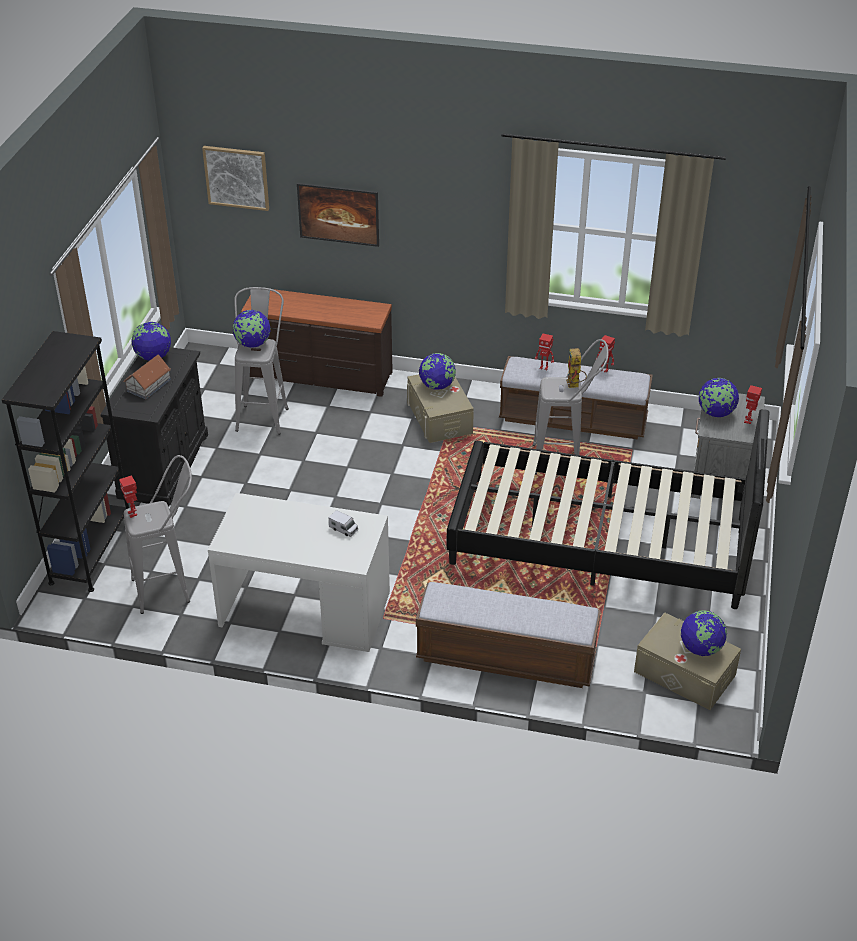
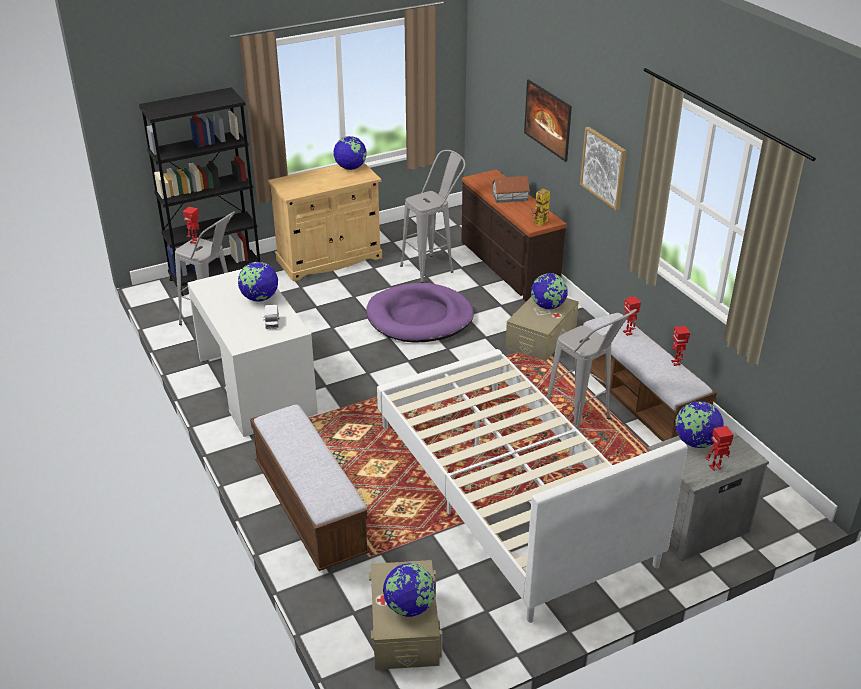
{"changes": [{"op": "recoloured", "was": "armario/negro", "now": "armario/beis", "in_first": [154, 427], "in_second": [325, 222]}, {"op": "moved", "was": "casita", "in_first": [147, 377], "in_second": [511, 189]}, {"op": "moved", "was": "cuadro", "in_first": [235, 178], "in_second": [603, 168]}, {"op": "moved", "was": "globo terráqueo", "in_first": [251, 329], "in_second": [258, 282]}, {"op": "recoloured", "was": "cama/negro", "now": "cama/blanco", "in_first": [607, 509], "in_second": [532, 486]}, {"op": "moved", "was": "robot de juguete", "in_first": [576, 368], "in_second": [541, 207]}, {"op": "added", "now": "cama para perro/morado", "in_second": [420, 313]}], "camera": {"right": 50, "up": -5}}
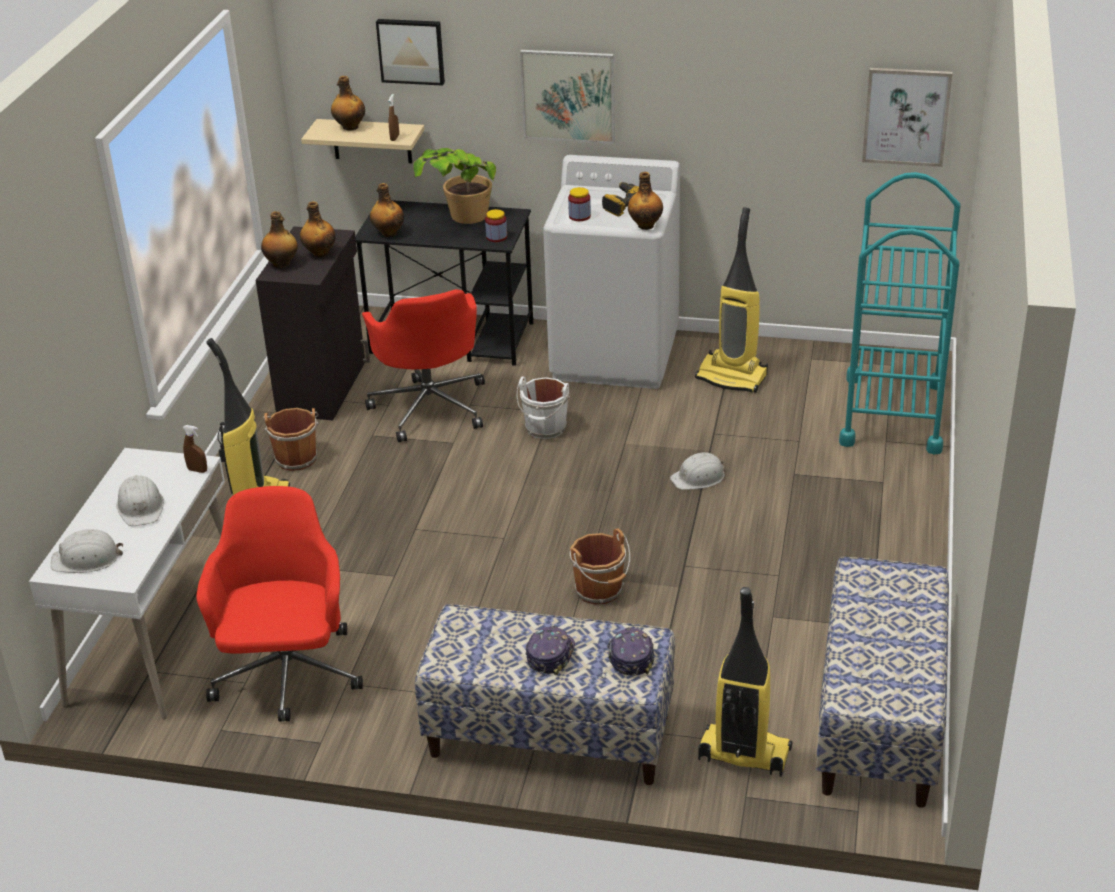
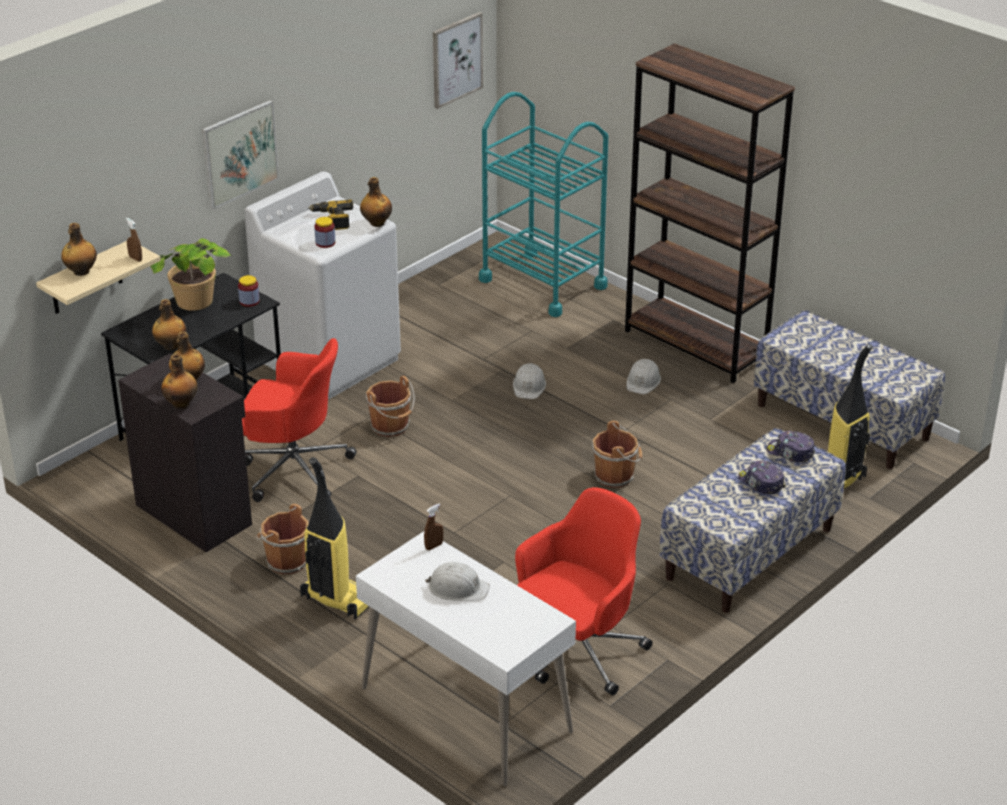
{"changes": [{"op": "moved", "was": "casco/blanco", "in_first": [87, 551], "in_second": [644, 376]}, {"op": "turned", "was": "silla de oficina/rojo", "in_first": [279, 604], "in_second": [584, 591], "clockwise": 105}, {"op": "removed", "was": "cuadro", "in_first": [410, 52]}, {"op": "recoloured", "was": "cubo/blanco", "now": "cubo/marrón", "in_first": [543, 408], "in_second": [390, 406]}, {"op": "removed", "was": "aspiradora", "in_first": [731, 300]}, {"op": "added", "now": "estantería/marrón", "in_second": [710, 213]}], "camera": {"right": -60, "up": 0}}
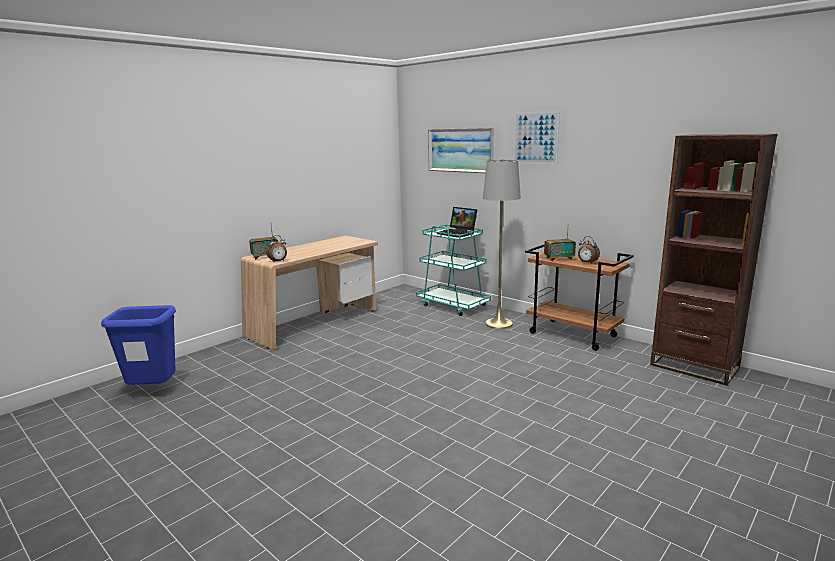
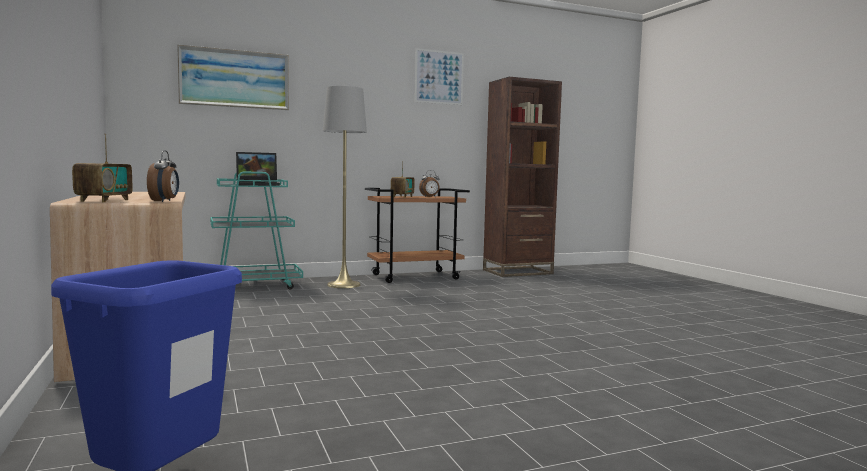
{"changes": [{"op": "moved", "was": "cuadro", "in_first": [536, 137], "in_second": [439, 76]}], "camera": {"right": -65, "up": -10}}
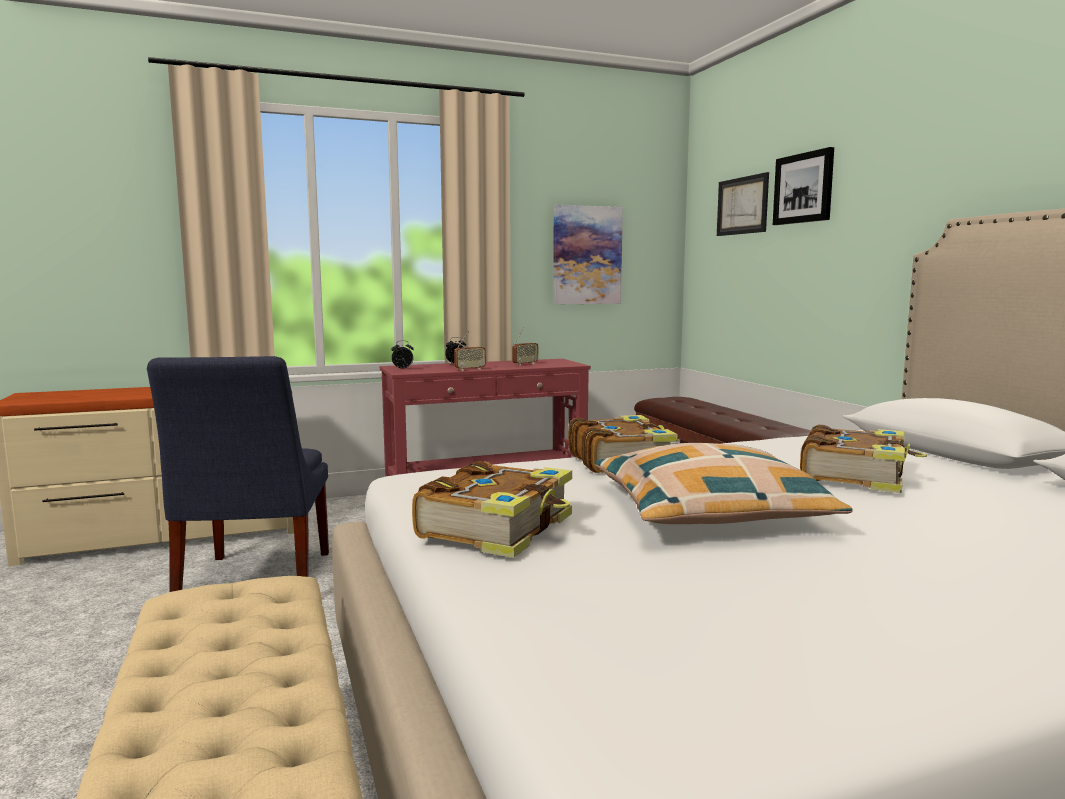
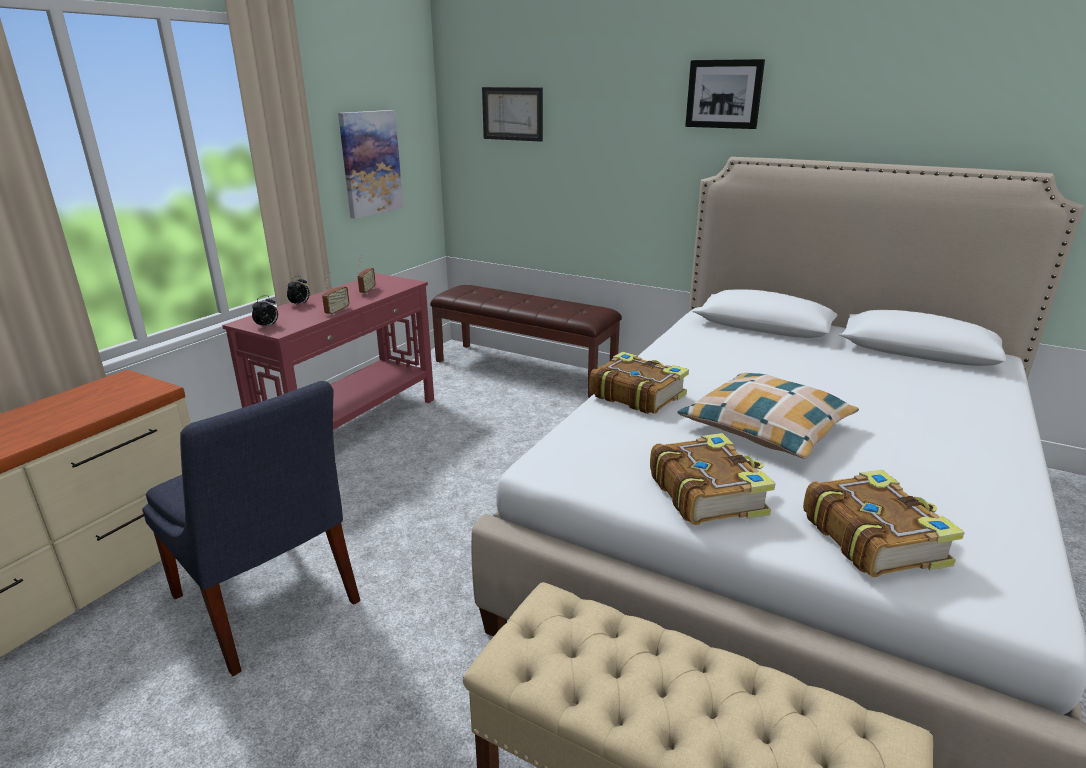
{"changes": [{"op": "moved", "was": "cuadro", "in_first": [803, 186], "in_second": [725, 94]}, {"op": "moved", "was": "libro", "in_first": [863, 459], "in_second": [884, 524]}], "camera": {"right": -40, "up": 15}}
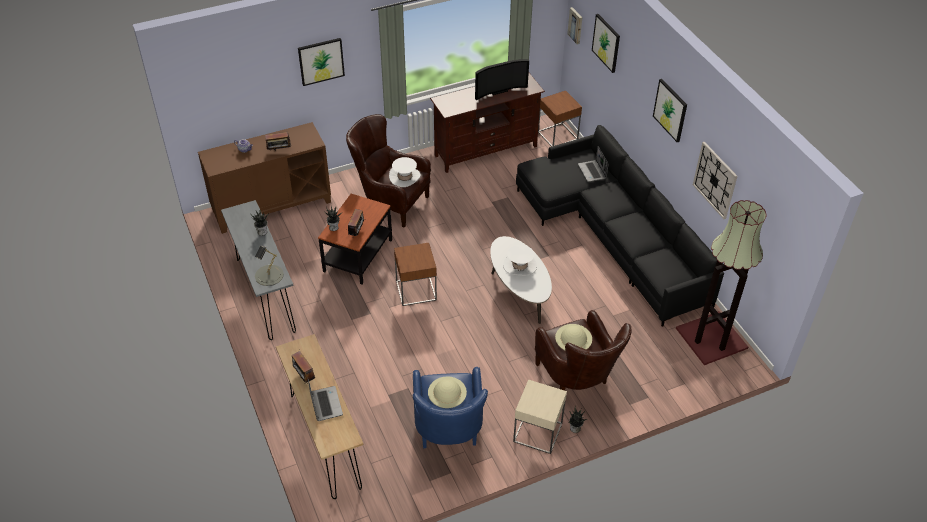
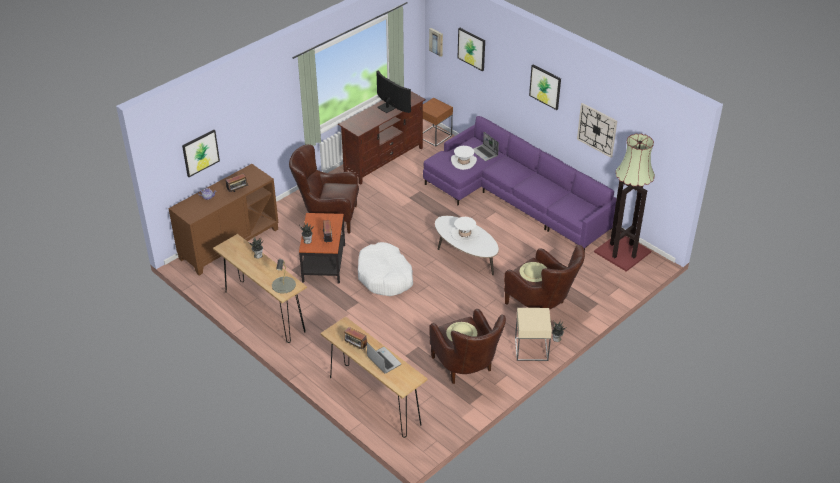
{"changes": [{"op": "recoloured", "was": "mesa consola/gris", "now": "mesa consola/marrón", "in_first": [258, 270], "in_second": [260, 288]}, {"op": "moved", "was": "cuadro", "in_first": [321, 62], "in_second": [201, 153]}, {"op": "moved", "was": "sombrero/blanco", "in_first": [405, 172], "in_second": [464, 158]}, {"op": "replaced", "was": "mesa auxiliar/marrón", "now": "cama para perro/blanco", "in_first": [415, 274], "in_second": [385, 269]}, {"op": "recoloured", "was": "sillón/azul", "now": "sillón/marrón", "in_first": [450, 407], "in_second": [467, 346]}, {"op": "turned", "was": "televisor", "in_first": [502, 80], "in_second": [393, 91], "clockwise": -90}, {"op": "recoloured", "was": "sofá/negro", "now": "sofá/morado", "in_first": [620, 226], "in_second": [520, 184]}], "camera": {"right": -20, "up": -5}}
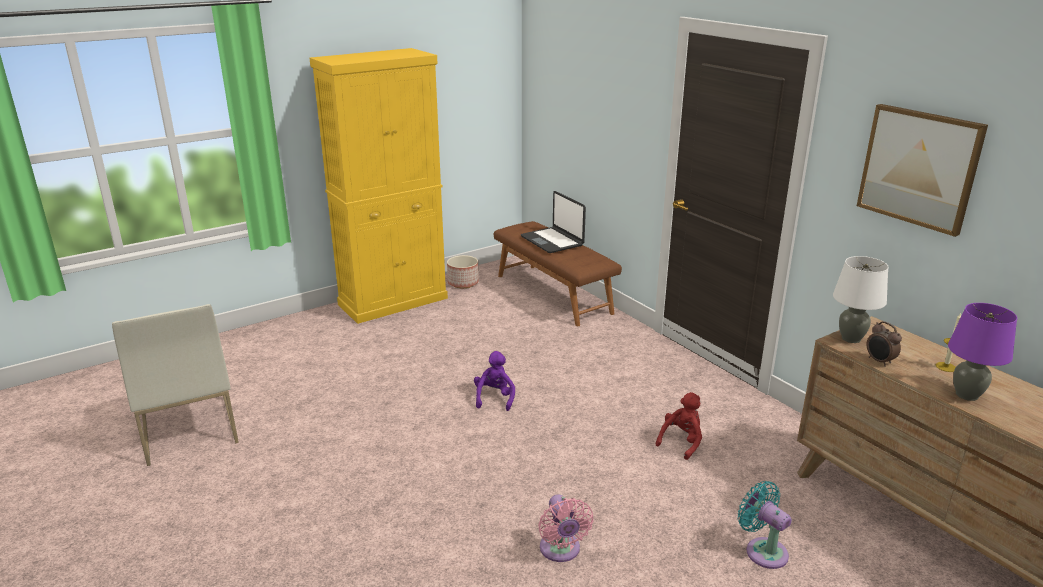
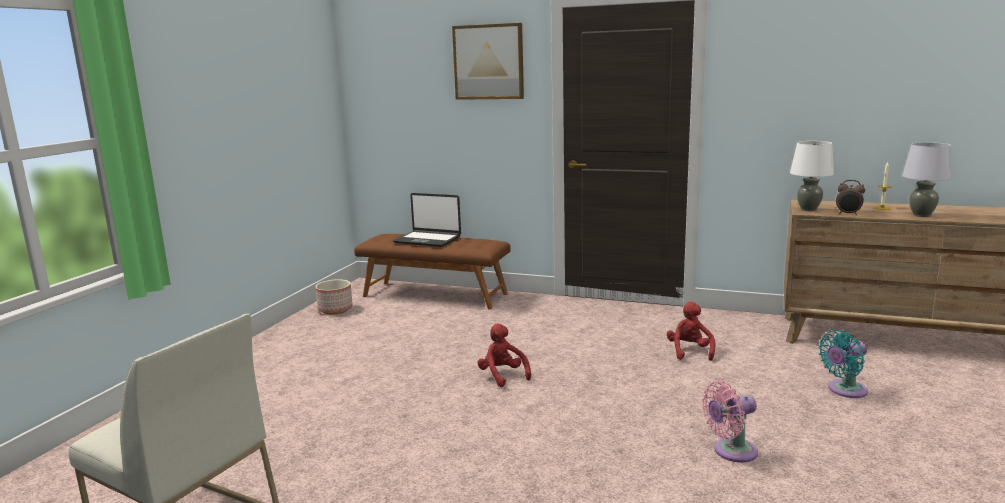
{"changes": [{"op": "removed", "was": "armario/amarillo", "in_first": [379, 186]}, {"op": "recoloured", "was": "peluche/morado", "now": "peluche/rojo", "in_first": [494, 381], "in_second": [504, 355]}, {"op": "turned", "was": "ventilador/rosa", "in_first": [566, 528], "in_second": [730, 421], "clockwise": 120}, {"op": "turned", "was": "ventilador/turquesa", "in_first": [765, 525], "in_second": [843, 364], "clockwise": -45}, {"op": "moved", "was": "cuadro", "in_first": [922, 170], "in_second": [488, 61]}, {"op": "recoloured", "was": "lámpara de mesa/morado", "now": "lámpara de mesa/gris", "in_first": [982, 352], "in_second": [927, 179]}], "camera": {"right": -35, "up": -10}}
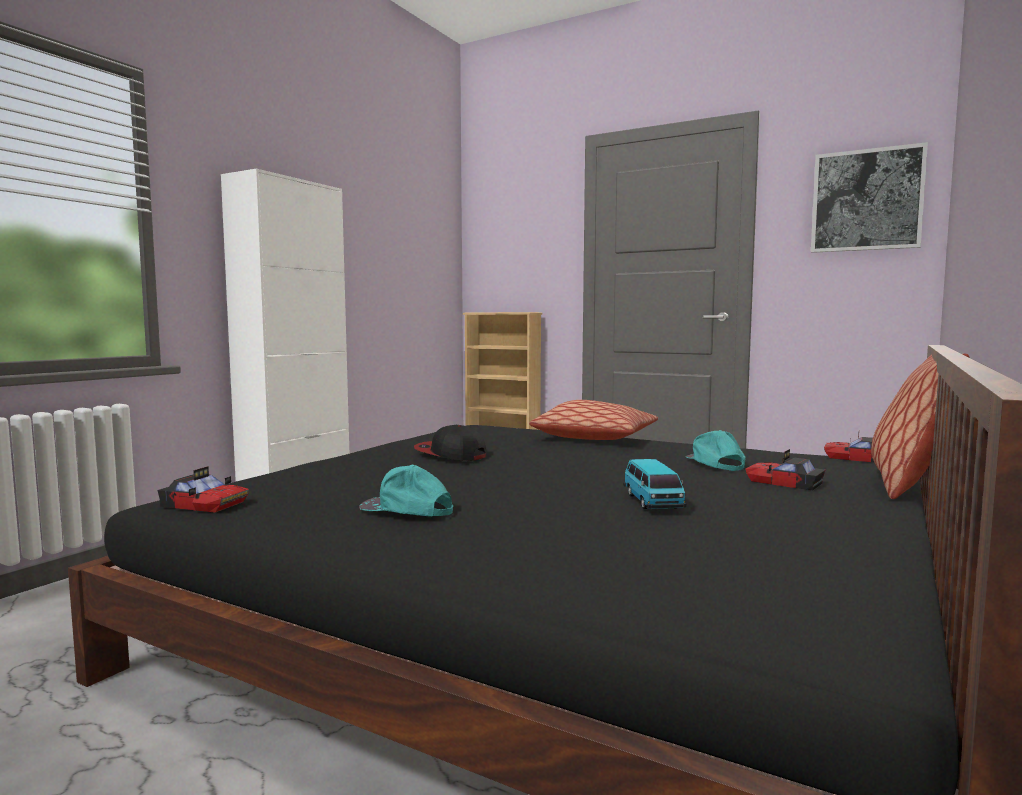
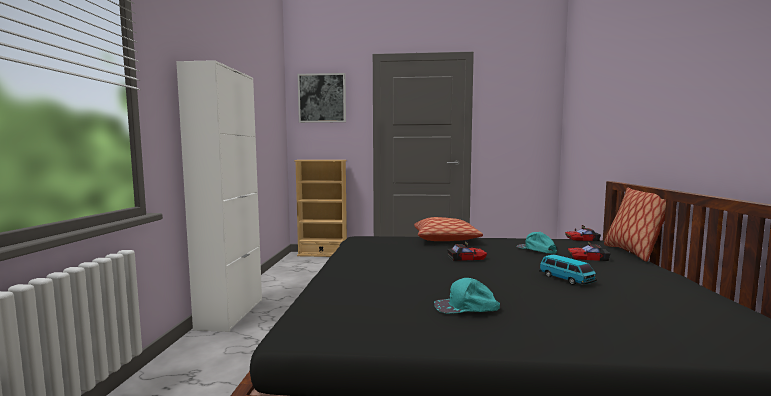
{"changes": [{"op": "moved", "was": "coche de juguete", "in_first": [203, 489], "in_second": [467, 250]}, {"op": "removed", "was": "gorra", "in_first": [450, 443]}, {"op": "moved", "was": "cuadro", "in_first": [869, 197], "in_second": [322, 98]}], "camera": {"right": -25, "up": 0}}
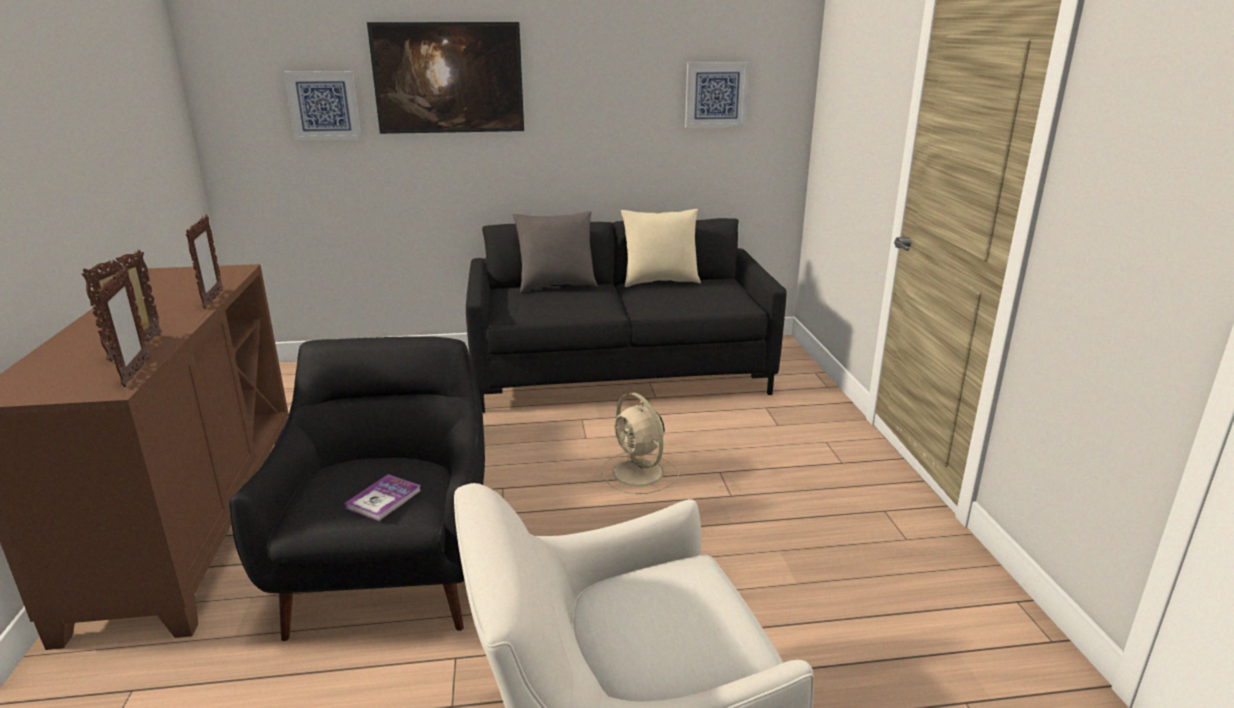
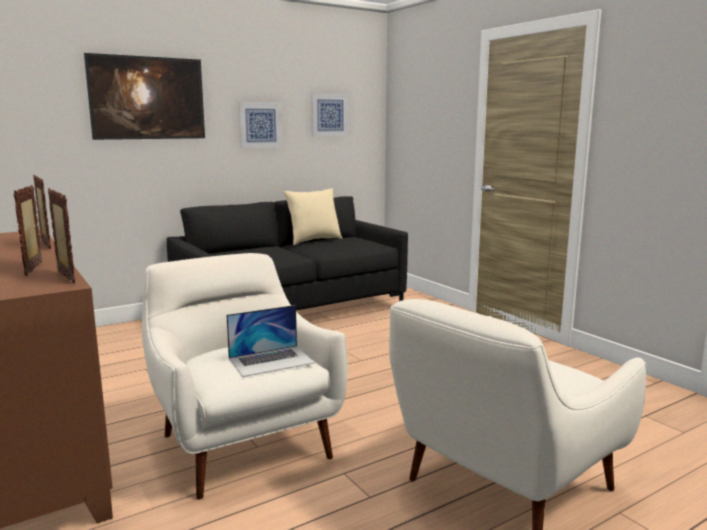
{"changes": [{"op": "recoloured", "was": "sillón/negro", "now": "sillón/blanco", "in_first": [357, 488], "in_second": [244, 376]}, {"op": "moved", "was": "cuadro", "in_first": [323, 105], "in_second": [260, 125]}, {"op": "replaced", "was": "libro", "now": "portátil", "in_first": [383, 497], "in_second": [270, 341]}, {"op": "removed", "was": "cojín/gris", "in_first": [555, 252]}, {"op": "removed", "was": "ventilador/beis", "in_first": [640, 443]}], "camera": {"right": -25, "up": -10}}
